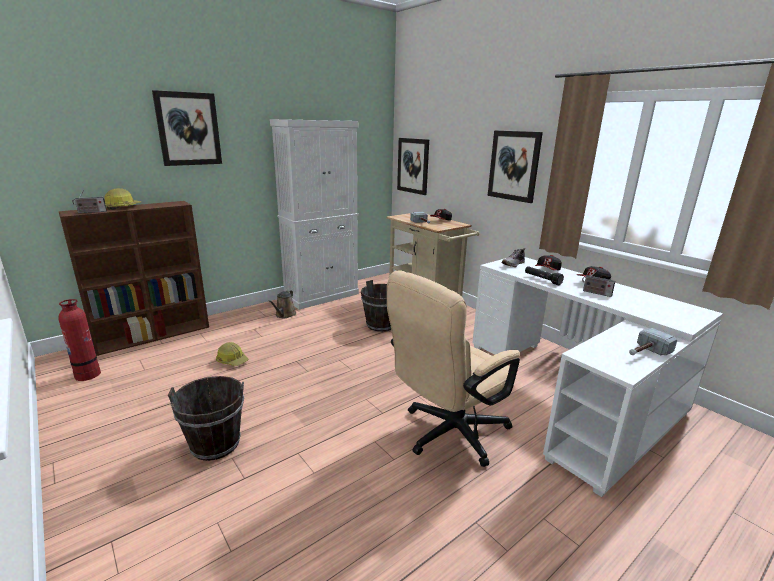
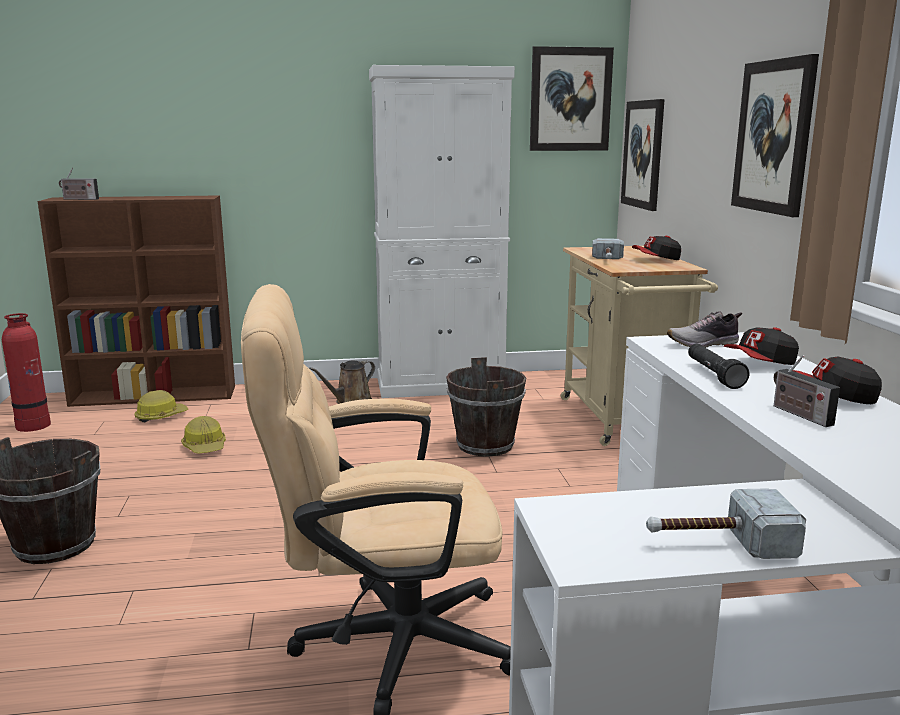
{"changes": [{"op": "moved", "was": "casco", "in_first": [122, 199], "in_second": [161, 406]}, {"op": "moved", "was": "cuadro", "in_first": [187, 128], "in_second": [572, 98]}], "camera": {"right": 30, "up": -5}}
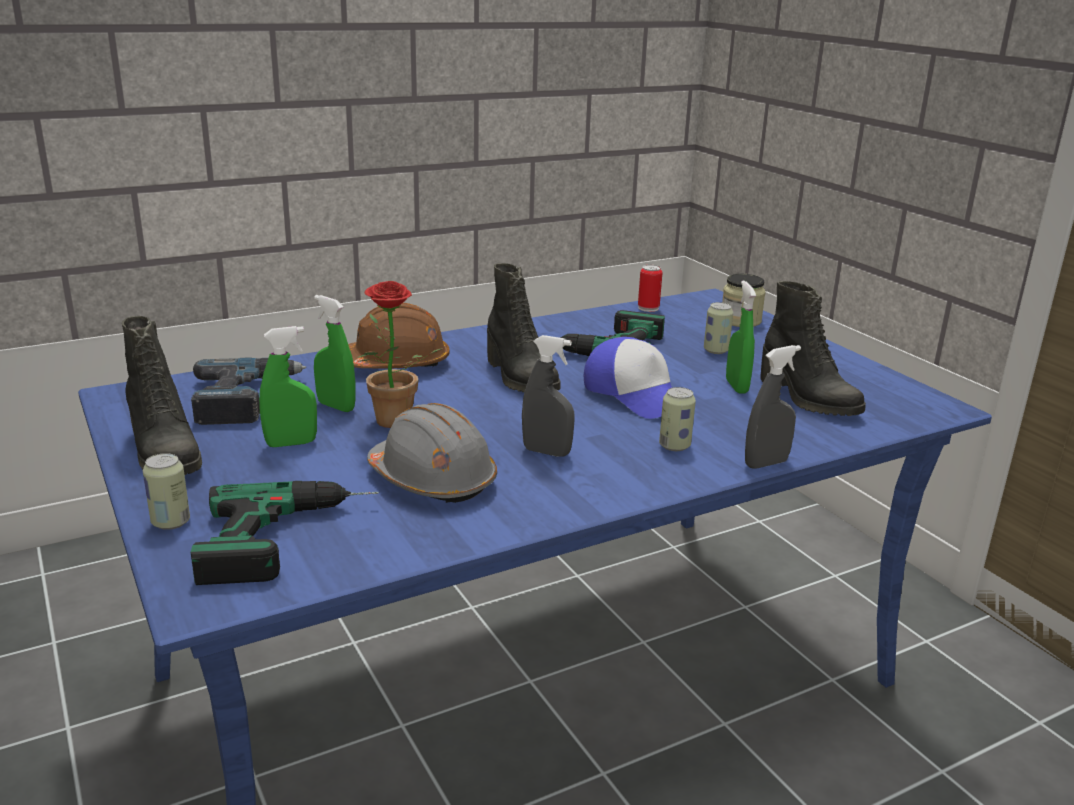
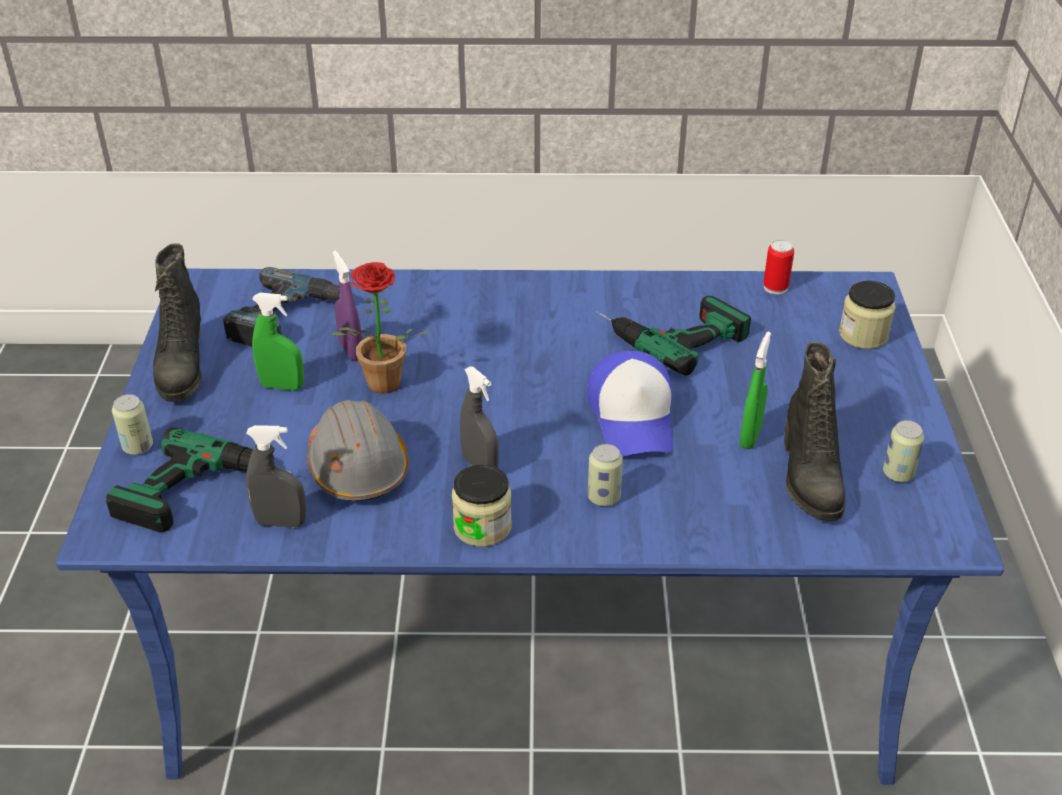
{"changes": [{"op": "recoloured", "was": "pulverizador/verde", "now": "pulverizador/morado", "in_first": [335, 353], "in_second": [347, 306]}, {"op": "removed", "was": "casco/marrón", "in_first": [399, 335]}, {"op": "removed", "was": "bota/negro", "in_first": [523, 327]}, {"op": "moved", "was": "lata", "in_first": [718, 328], "in_second": [903, 451]}, {"op": "moved", "was": "pulverizador/gris", "in_first": [773, 406], "in_second": [276, 476]}, {"op": "added", "now": "tarro", "in_second": [482, 506]}], "camera": {"right": 30, "up": 15}}
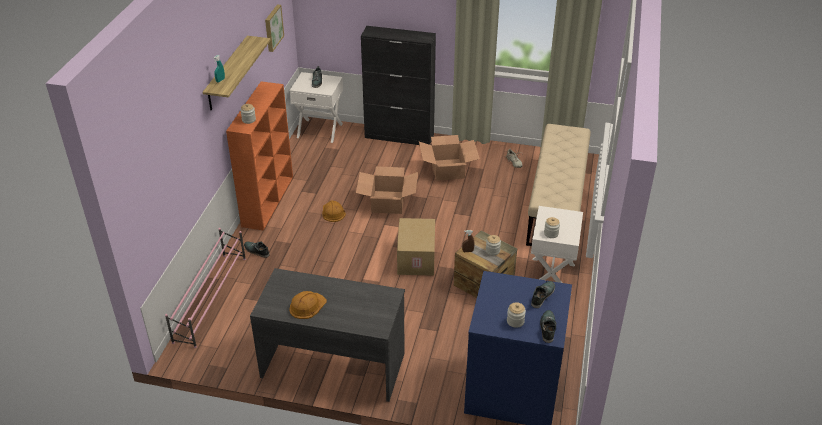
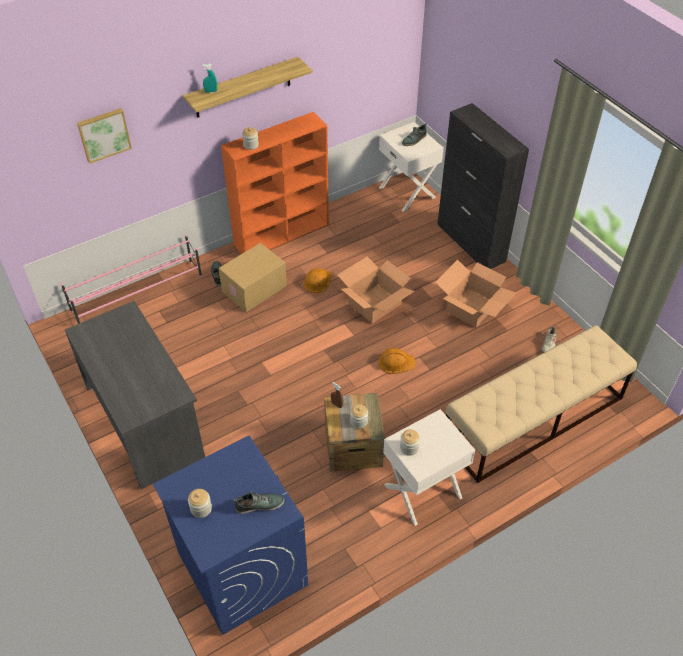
{"changes": [{"op": "moved", "was": "cuadro", "in_first": [274, 28], "in_second": [104, 136]}, {"op": "moved", "was": "casco/naranja", "in_first": [308, 305], "in_second": [397, 361]}, {"op": "moved", "was": "caja de cartón", "in_first": [416, 247], "in_second": [252, 277]}, {"op": "removed", "was": "zapato", "in_first": [548, 326]}], "camera": {"right": 45, "up": 10}}
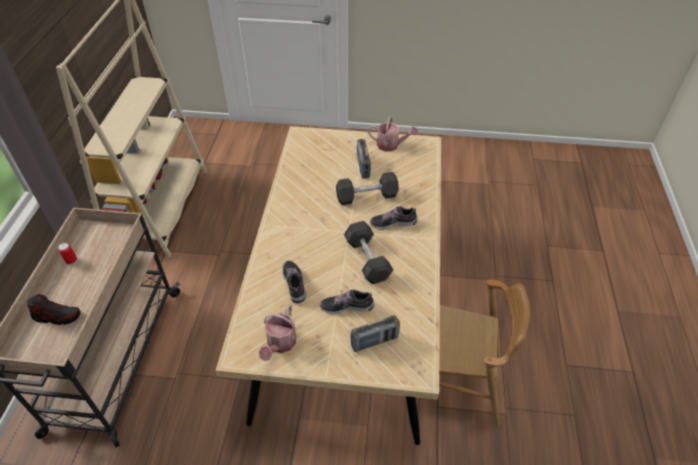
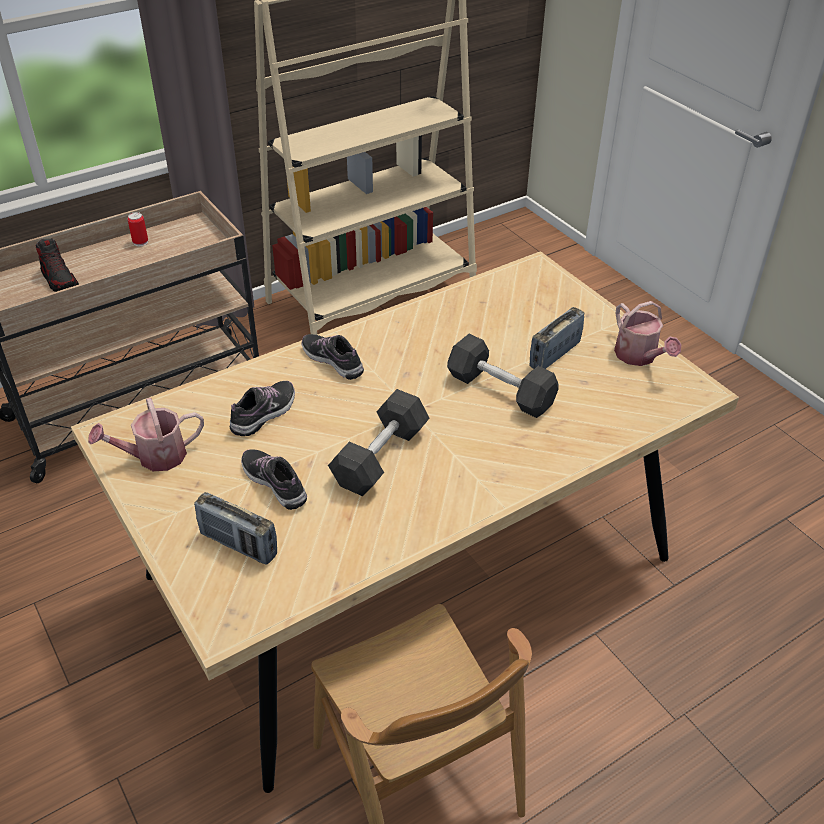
{"changes": [{"op": "moved", "was": "zapato", "in_first": [393, 217], "in_second": [333, 357]}], "camera": {"right": 50, "up": -5}}
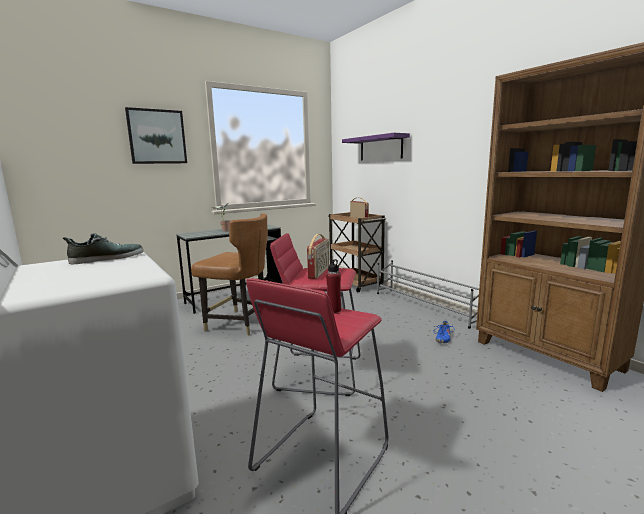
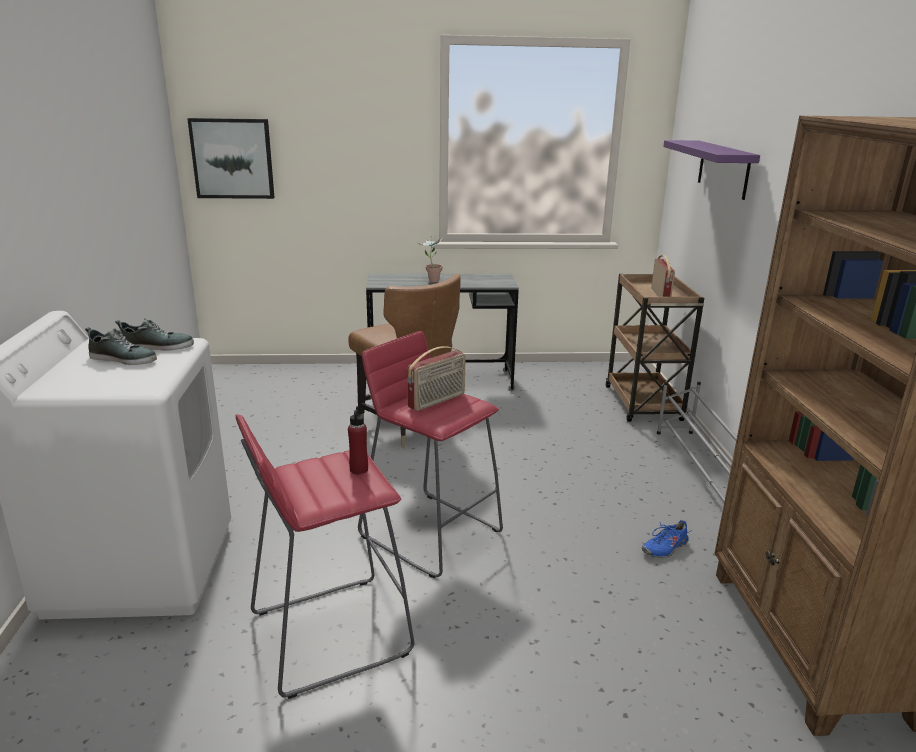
{"changes": [{"op": "moved", "was": "cuadro", "in_first": [156, 135], "in_second": [230, 158]}, {"op": "added", "now": "zapato", "in_second": [121, 346]}], "camera": {"right": 30, "up": 10}}
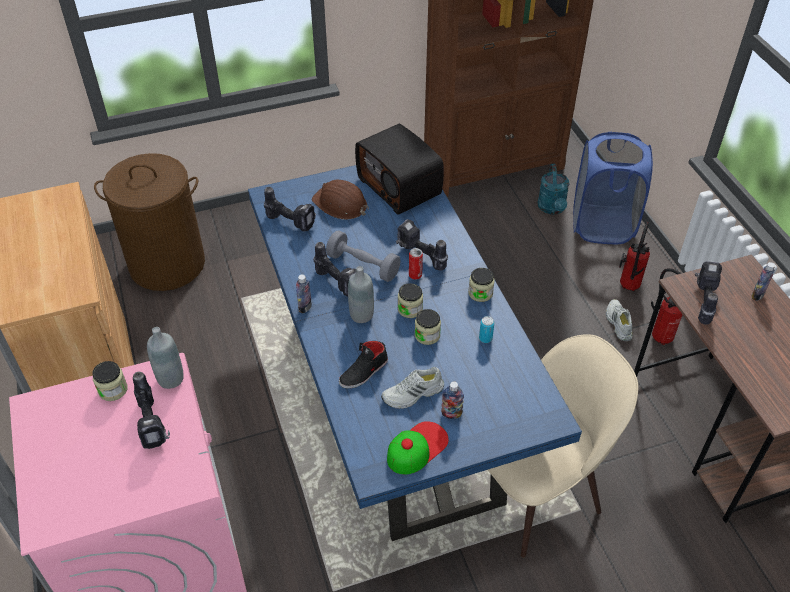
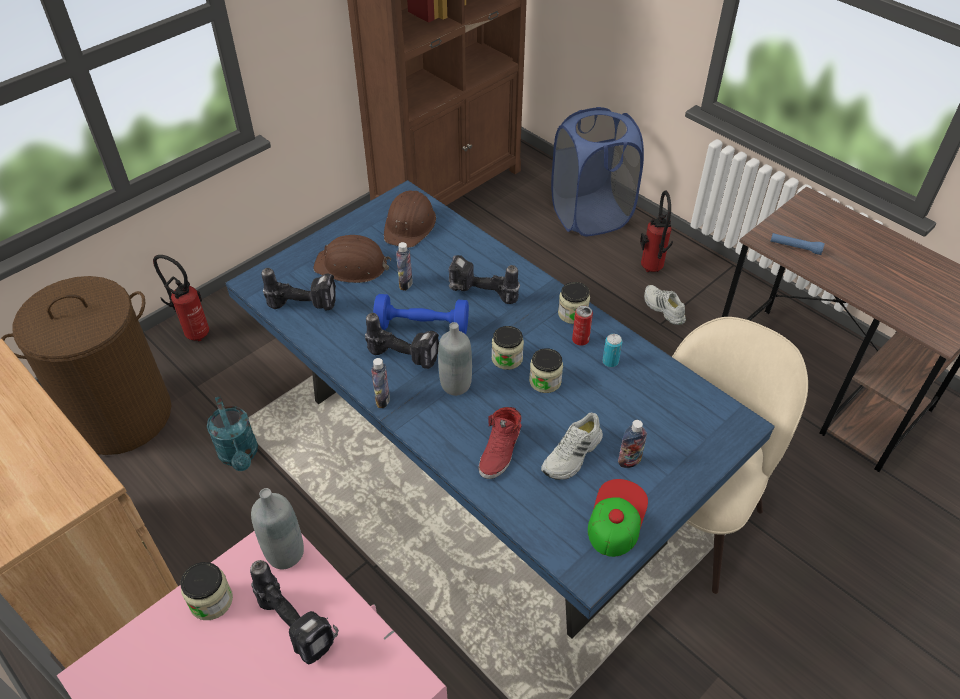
{"changes": [{"op": "recoloured", "was": "mancuerna/gris", "now": "mancuerna/azul", "in_first": [363, 256], "in_second": [421, 314]}, {"op": "recoloured", "was": "zapato/negro", "now": "zapato/rojo", "in_first": [363, 365], "in_second": [500, 443]}, {"op": "replaced", "was": "radio", "now": "casco/marrón", "in_first": [399, 169], "in_second": [410, 219]}, {"op": "moved", "was": "lata", "in_first": [416, 264], "in_second": [582, 326]}, {"op": "moved", "was": "regadera/turquesa", "in_first": [553, 189], "in_second": [232, 433]}, {"op": "moved", "was": "extintor", "in_first": [667, 306], "in_second": [181, 298]}, {"op": "replaced", "was": "taladro", "now": "linterna/azul", "in_first": [708, 293], "in_second": [797, 244]}, {"op": "moved", "was": "botella", "in_first": [763, 281], "in_second": [404, 266]}], "camera": {"right": -25, "up": 0}}
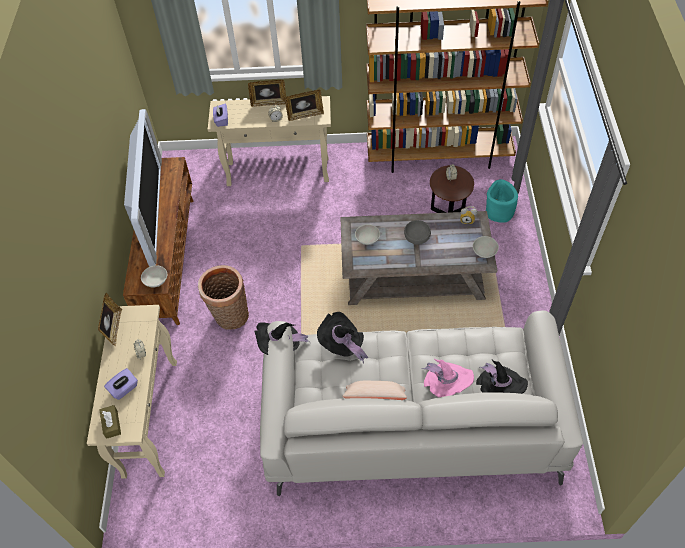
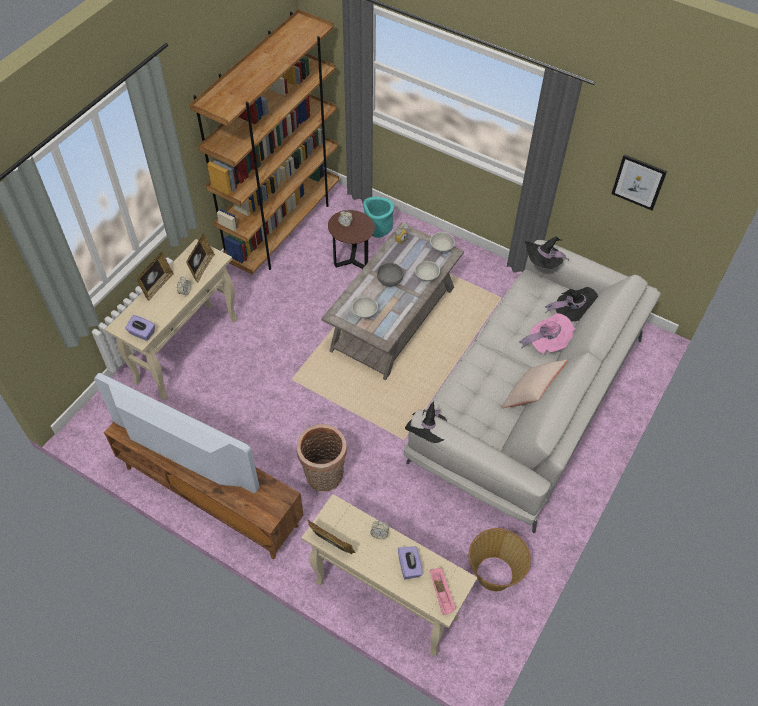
{"changes": [{"op": "replaced", "was": "caja de pañuelos/marrón", "now": "bandeja/rosa", "in_first": [110, 422], "in_second": [443, 591]}, {"op": "moved", "was": "cuenco/blanco", "in_first": [154, 276], "in_second": [427, 271]}, {"op": "moved", "was": "sombrero/negro", "in_first": [342, 337], "in_second": [547, 252]}, {"op": "added", "now": "cesta", "in_second": [500, 559]}, {"op": "added", "now": "cuadro", "in_second": [639, 182]}], "camera": {"right": -60, "up": 0}}
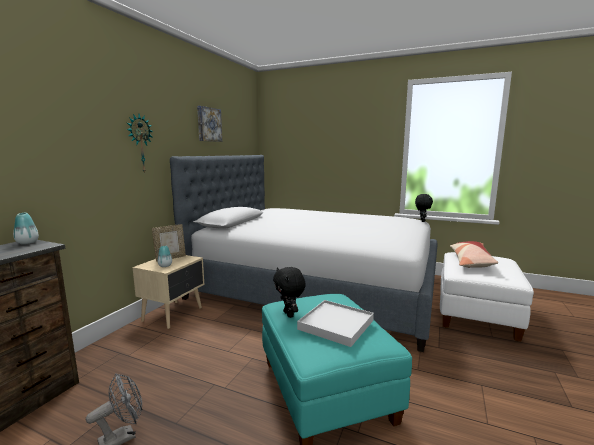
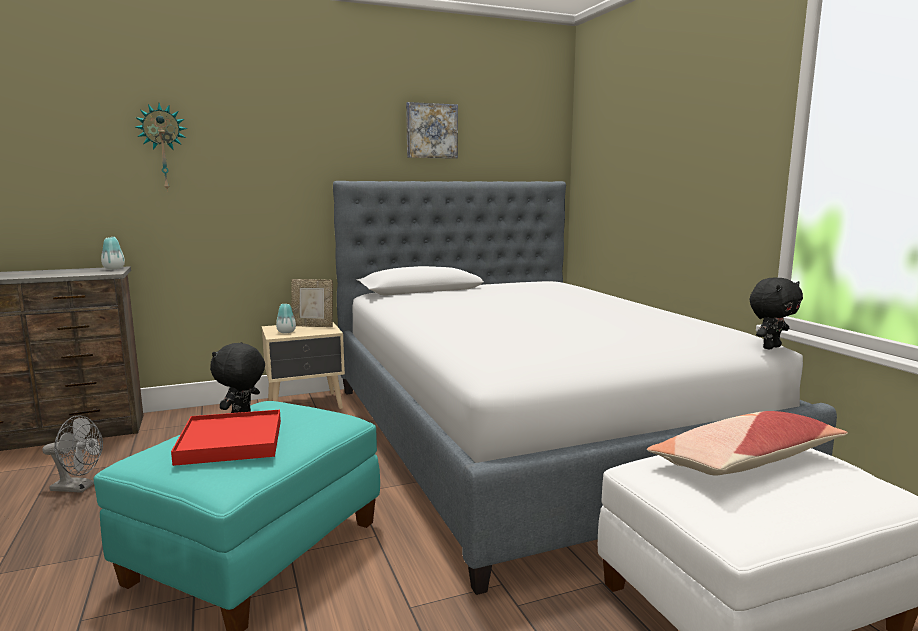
{"changes": [{"op": "moved", "was": "reloj de pared", "in_first": [139, 144], "in_second": [161, 147]}, {"op": "recoloured", "was": "bandeja/blanco", "now": "bandeja/rojo", "in_first": [335, 323], "in_second": [226, 438]}], "camera": {"right": 45, "up": 0}}
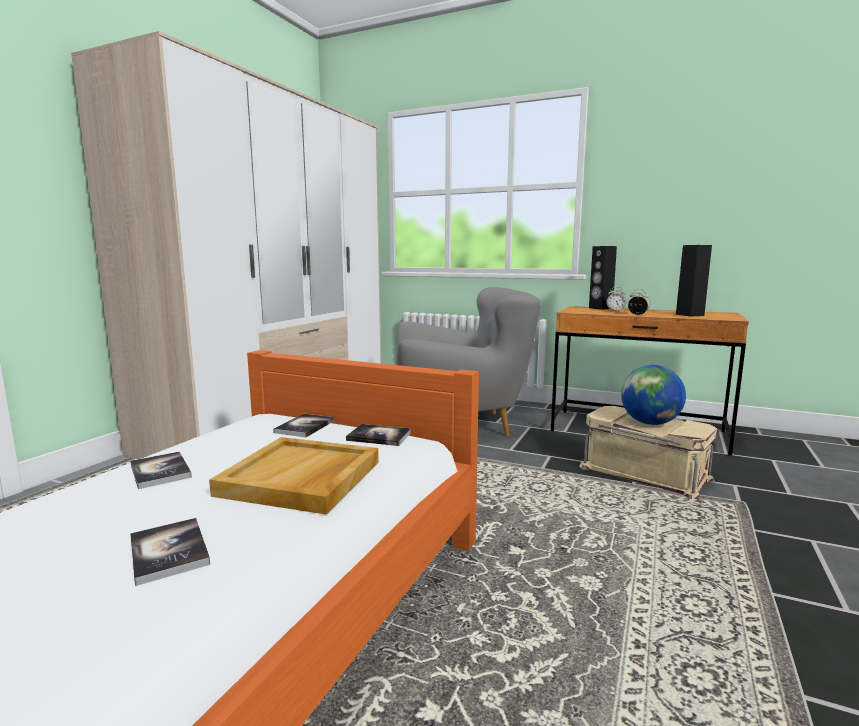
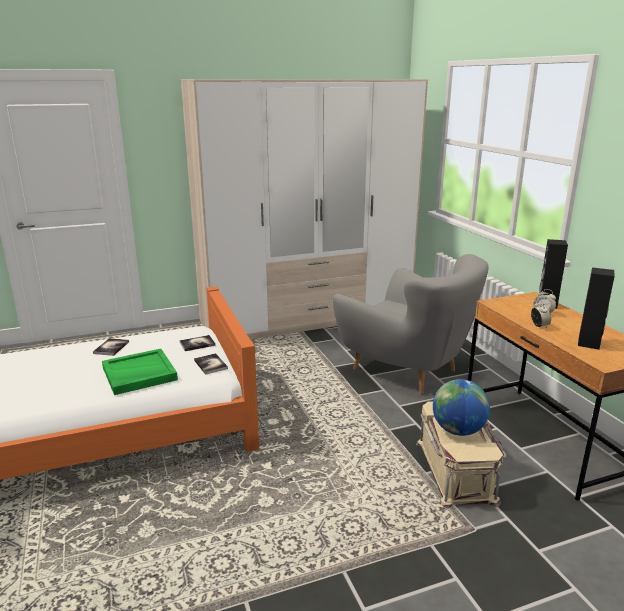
{"changes": [{"op": "removed", "was": "libro", "in_first": [170, 552]}, {"op": "recoloured", "was": "bandeja/beis", "now": "bandeja/verde", "in_first": [294, 476], "in_second": [140, 372]}], "camera": {"right": 45, "up": 10}}
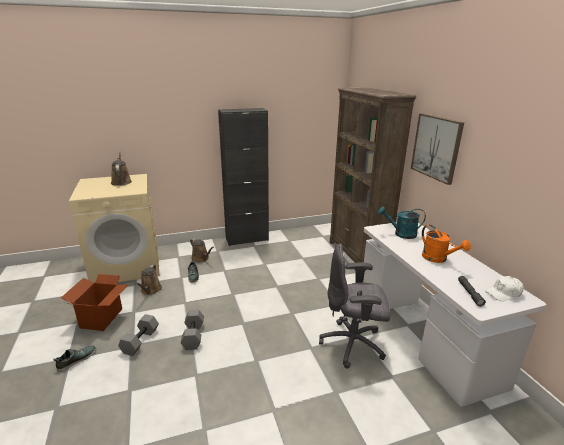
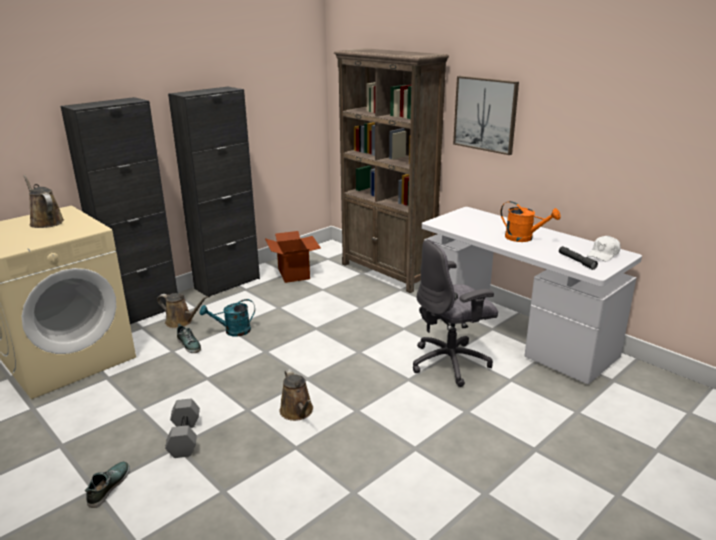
{"changes": [{"op": "moved", "was": "caja de cartón", "in_first": [94, 302], "in_second": [293, 257]}, {"op": "moved", "was": "regadera/marrón", "in_first": [148, 280], "in_second": [296, 395]}, {"op": "removed", "was": "mancuerna/gris", "in_first": [192, 330]}, {"op": "moved", "was": "regadera/turquesa", "in_first": [402, 222], "in_second": [227, 318]}, {"op": "added", "now": "armario/negro", "in_second": [119, 210]}], "camera": {"right": -25, "up": 0}}
